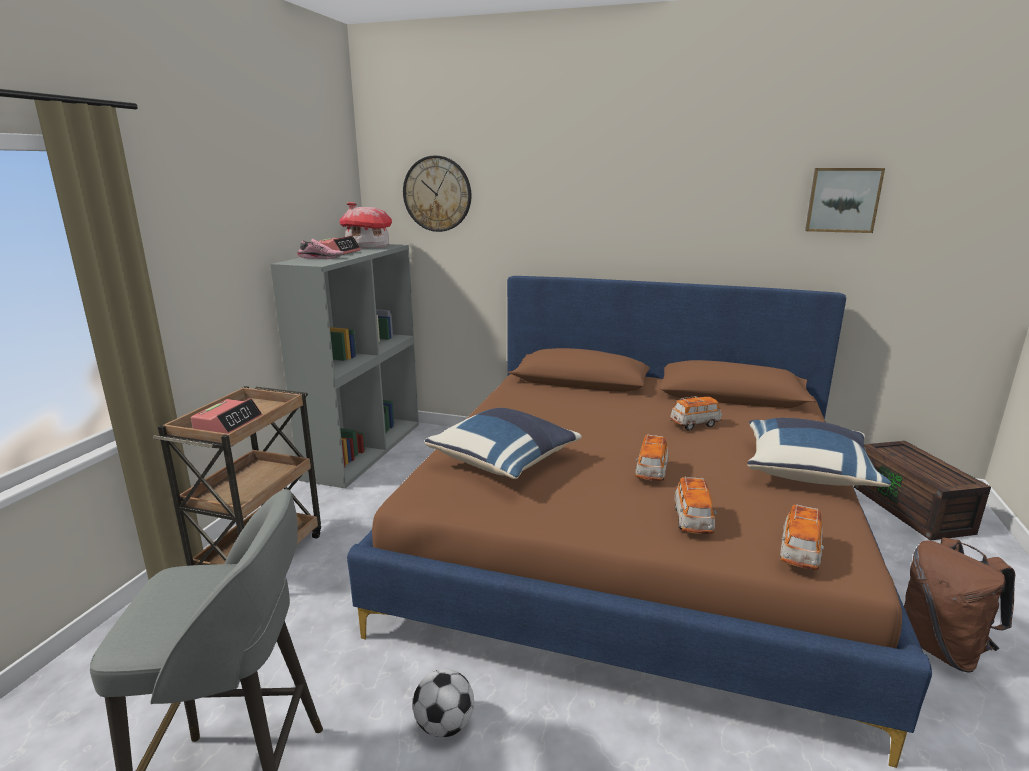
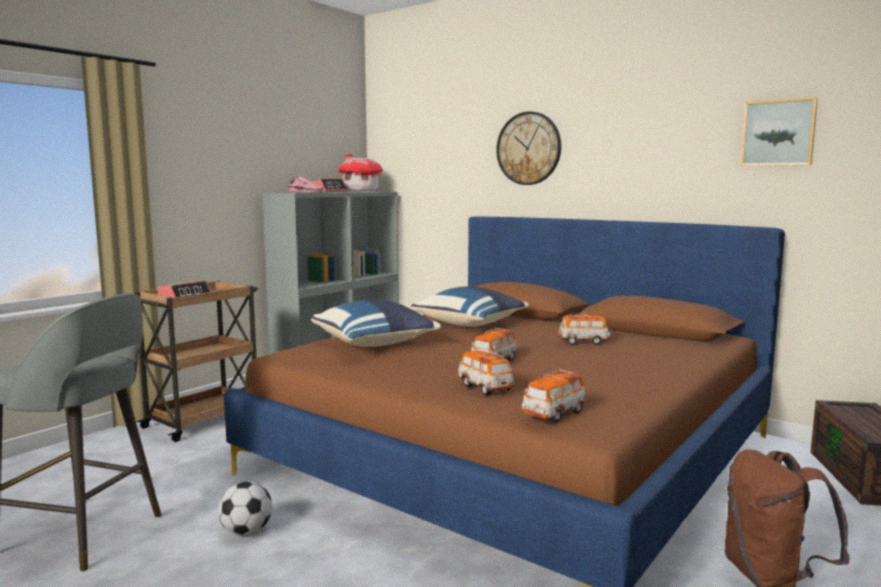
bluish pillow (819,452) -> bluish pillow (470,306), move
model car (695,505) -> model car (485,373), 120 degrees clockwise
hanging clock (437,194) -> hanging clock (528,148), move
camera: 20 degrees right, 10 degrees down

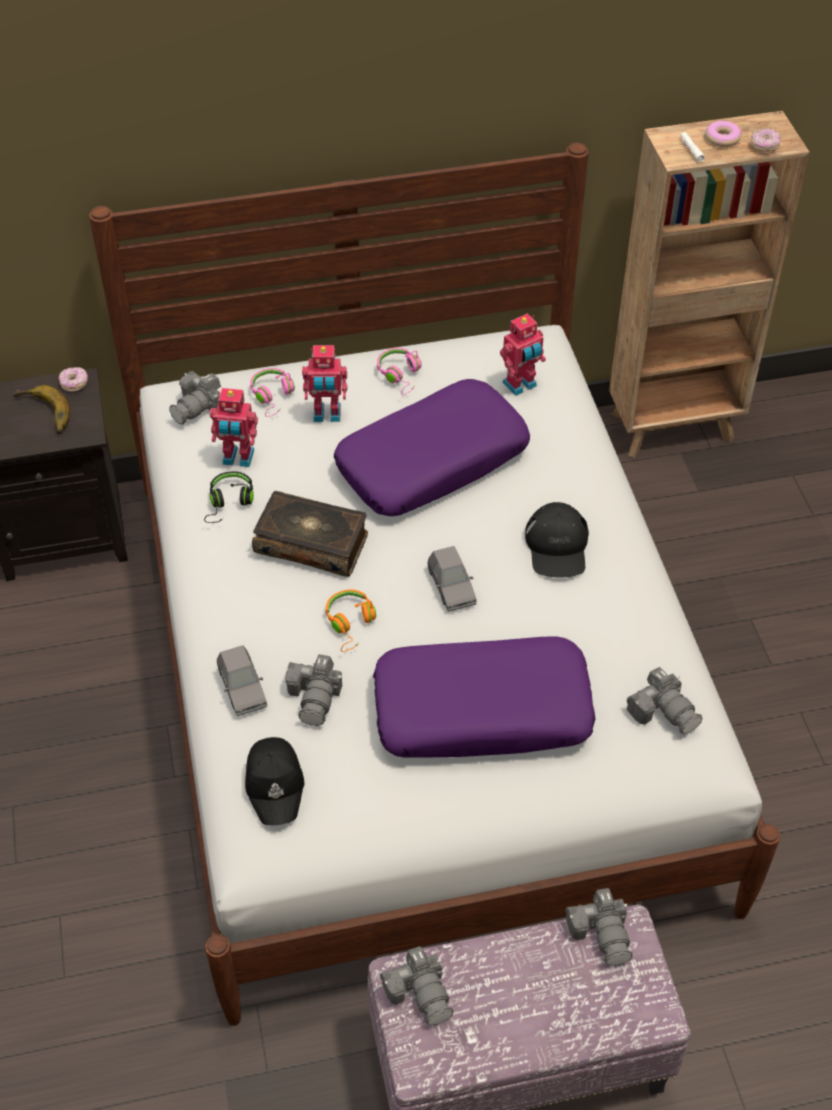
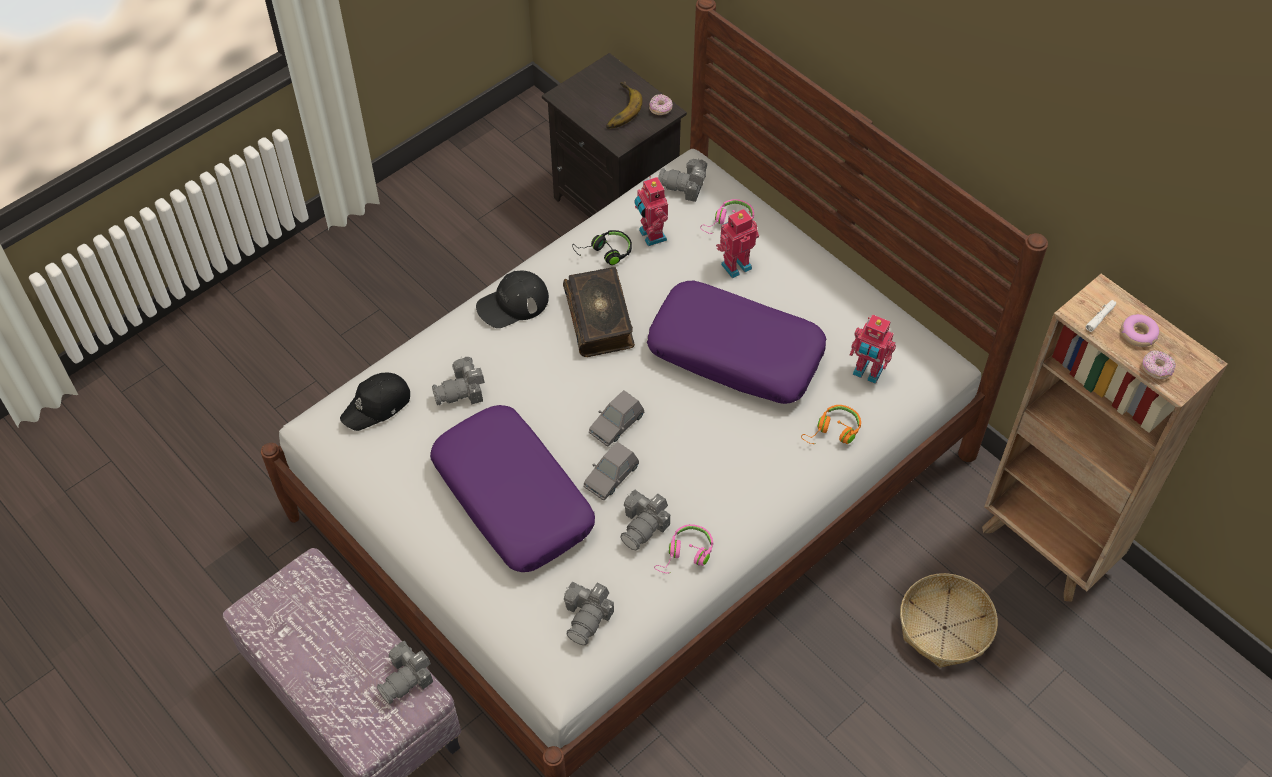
black-coloured cap (557,539) -> black-coloured cap (512,299), move
grey model car (242,680) -> grey model car (611,471), move
still camera (417,986) -> still camera (645,520), move
pink headset (399,371) -> pink headset (683,548), move
toy robot (324,383) -> toy robot (737,243), 90 degrees clockwise
orangey headset (351,620) -> orangey headset (831,424), move
none -> basket (949,620)
camera: 60 degrees right, 5 degrees up

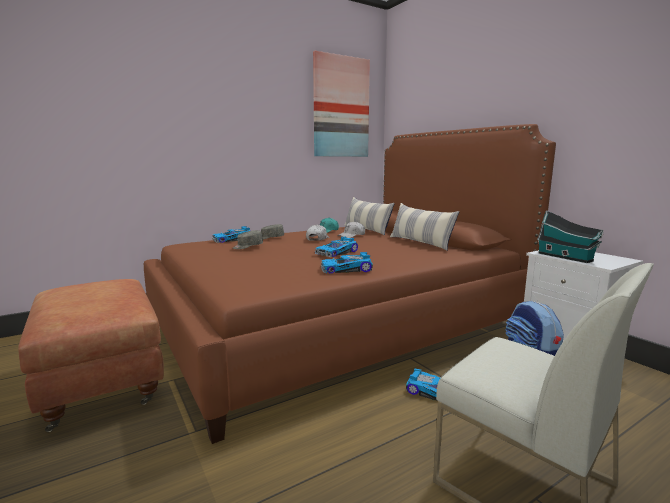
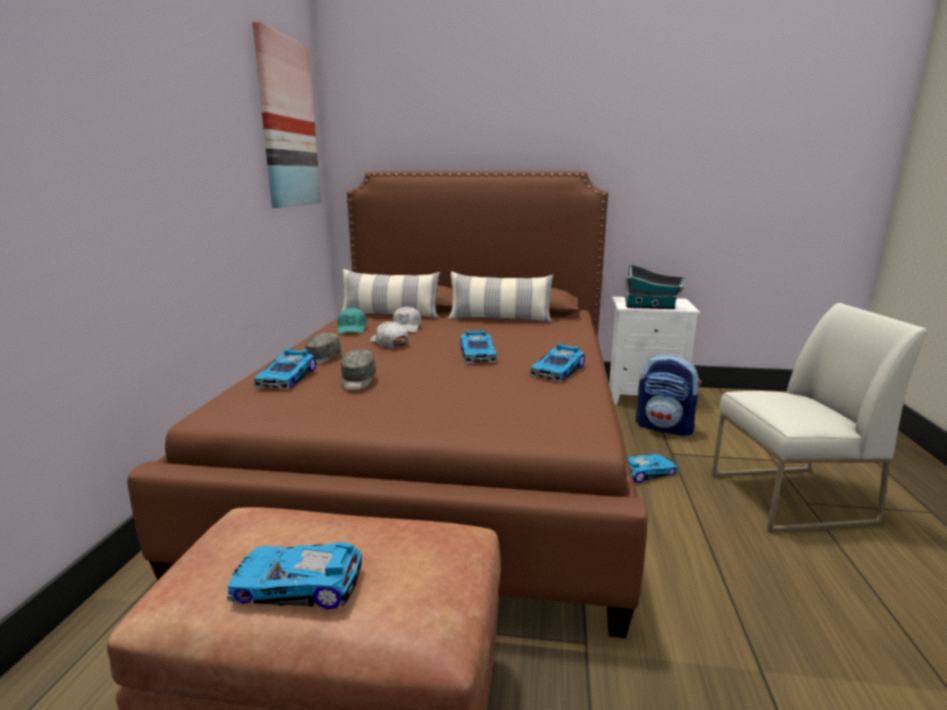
none -> model car (294,576)
camera: 50 degrees left, 5 degrees up

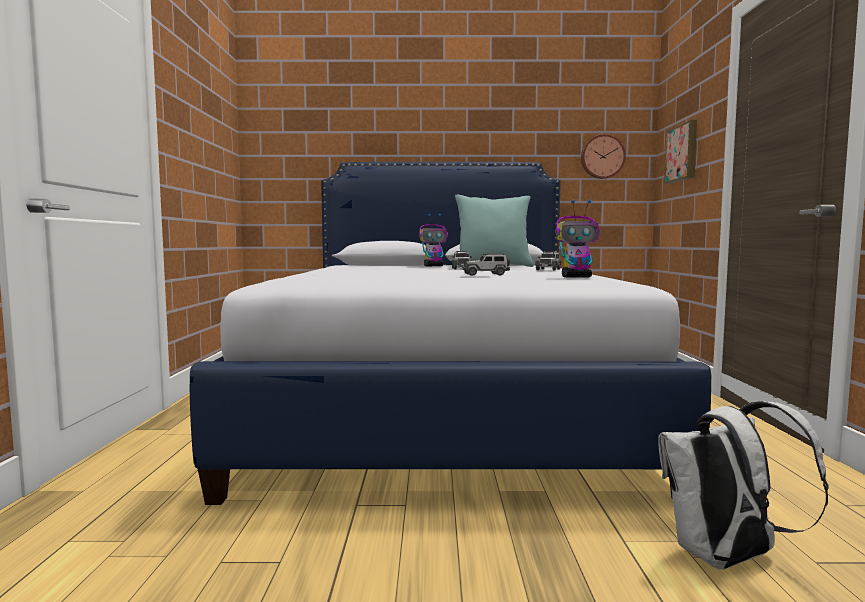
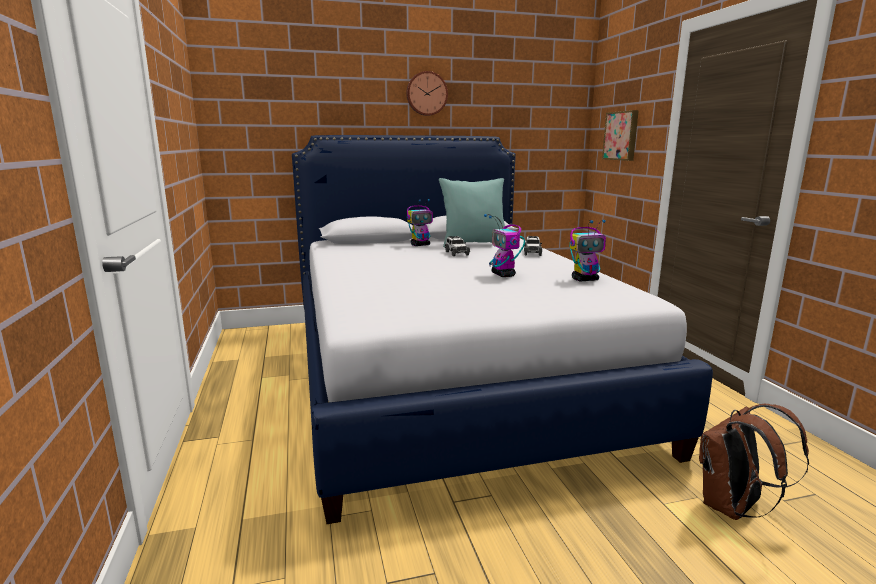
hanging clock (603,156) -> hanging clock (427,93), move
model car (486,264) -> toy robot (504,245)
white-coloured rucksack (743,485) -> brownish rucksack (754,462)
camera: 15 degrees left, 10 degrees up

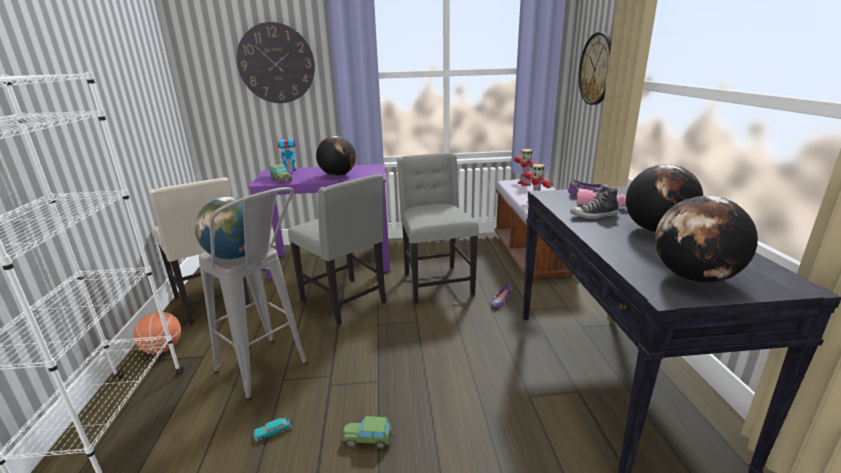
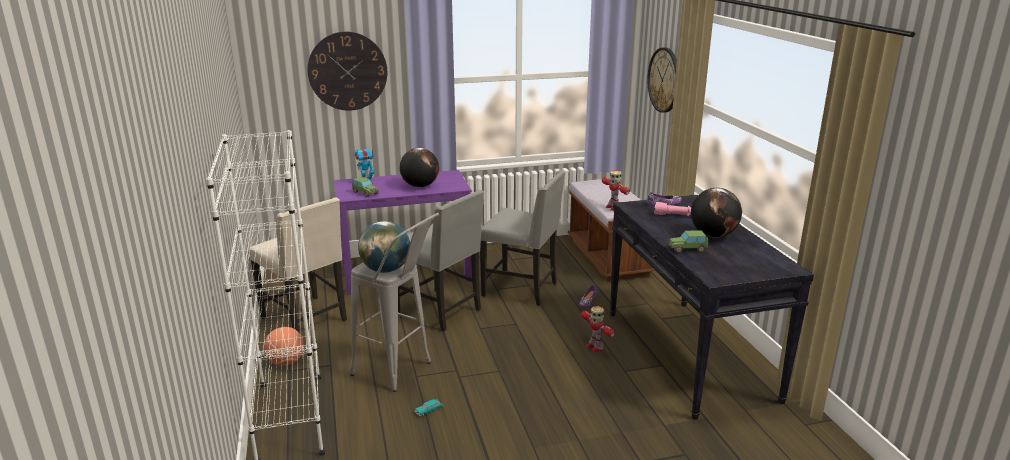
grey chair (438,228) -> grey chair (522,238), 135 degrees clockwise
toy robot (526,167) -> toy robot (598,329), move
model car (367,432) -> model car (688,241), move
item of footwear (594,202) -> none
world globe (706,239) -> none
camera: 10 degrees left, 0 degrees up

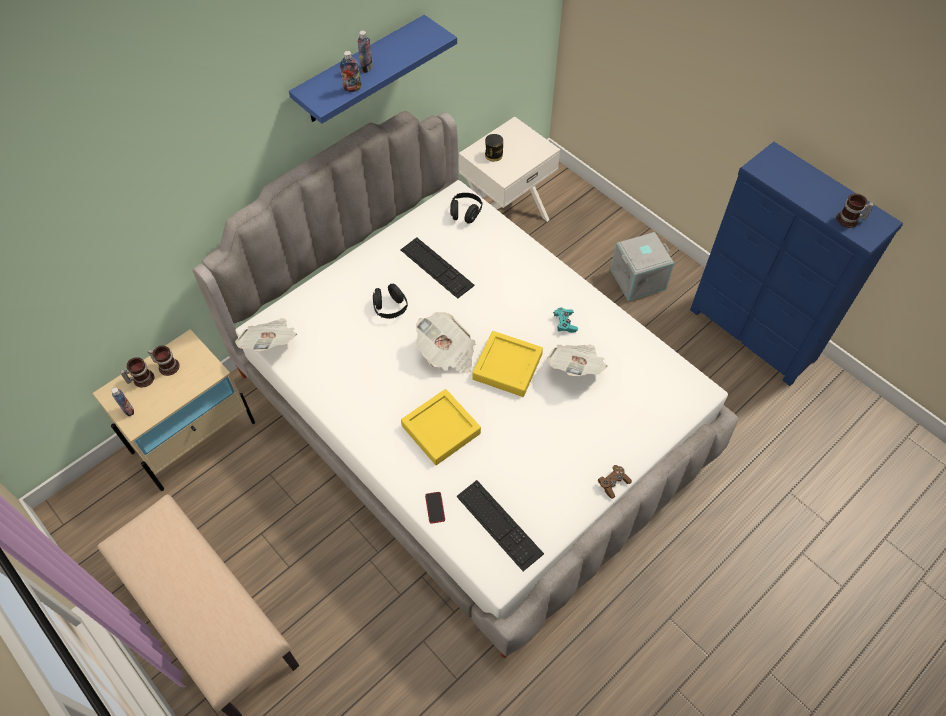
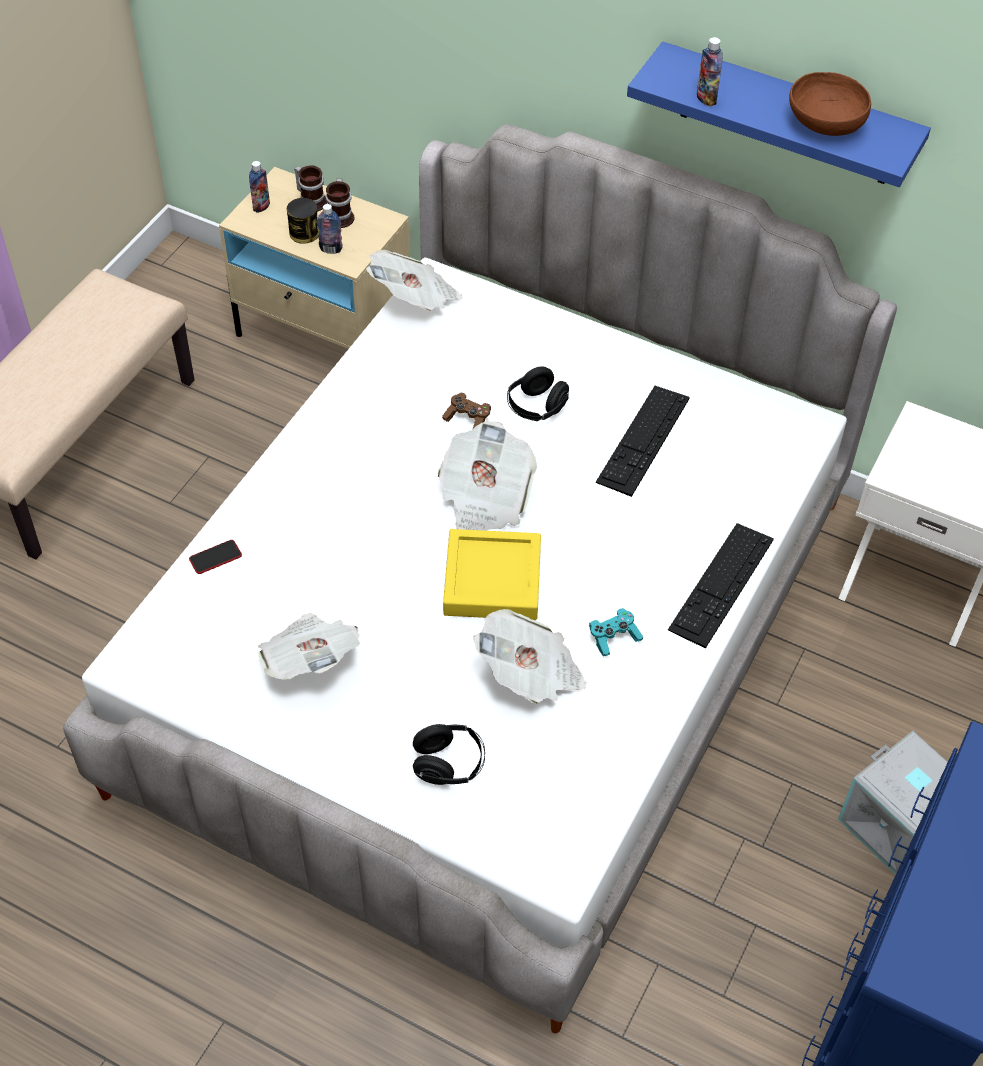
none -> daily paper (309,646)
metal can (494,147) -> metal can (303,221), move
drink bottle (365,51) -> drink bottle (330,229), move
black-coloured headset (466,208) -> black-coloured headset (449,754), move
brownish joypad (615,482) -> brownish joypad (466,410), move
keyboard (500,525) -> keyboard (721,586), move
none -> brownish deep dish (830,104)
yellow-coloured carrying tray (441,427) -> none
tea mug (855,210) -> none
camera: 70 degrees right, 5 degrees down

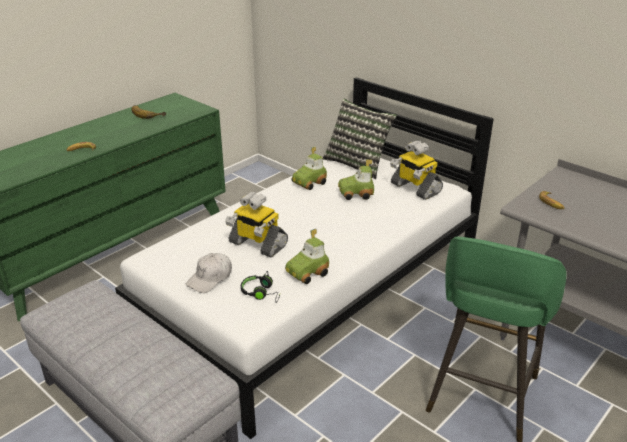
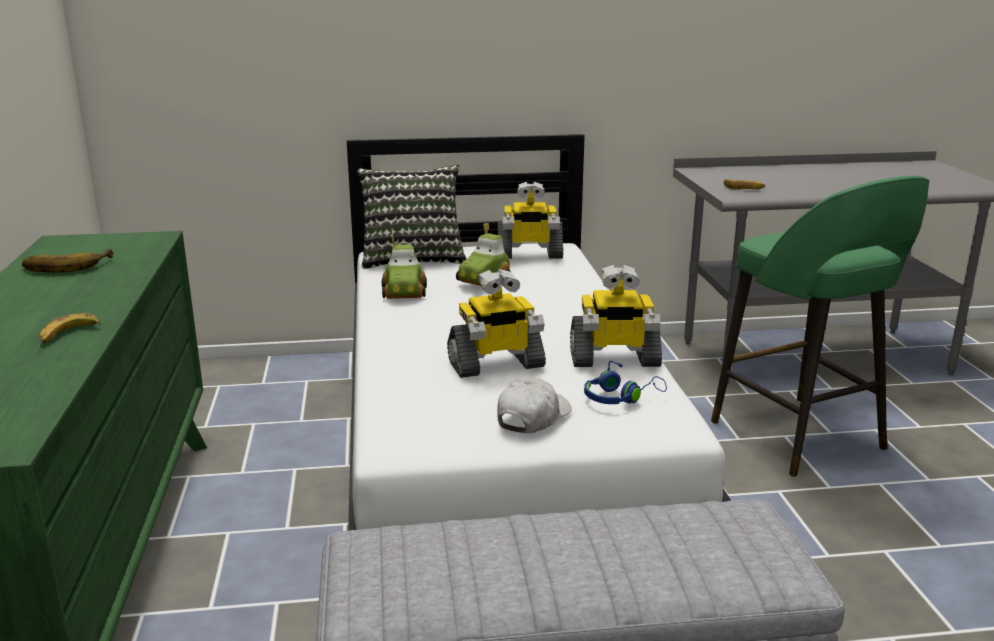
white-coloured cap (209,273) -> white-coloured cap (534,406), 135 degrees counterclockwise
model car (307,256) -> toy robot (616,316)
black-coloured headset (260,287) -> bluish headset (625,382)
camera: 50 degrees left, 10 degrees down

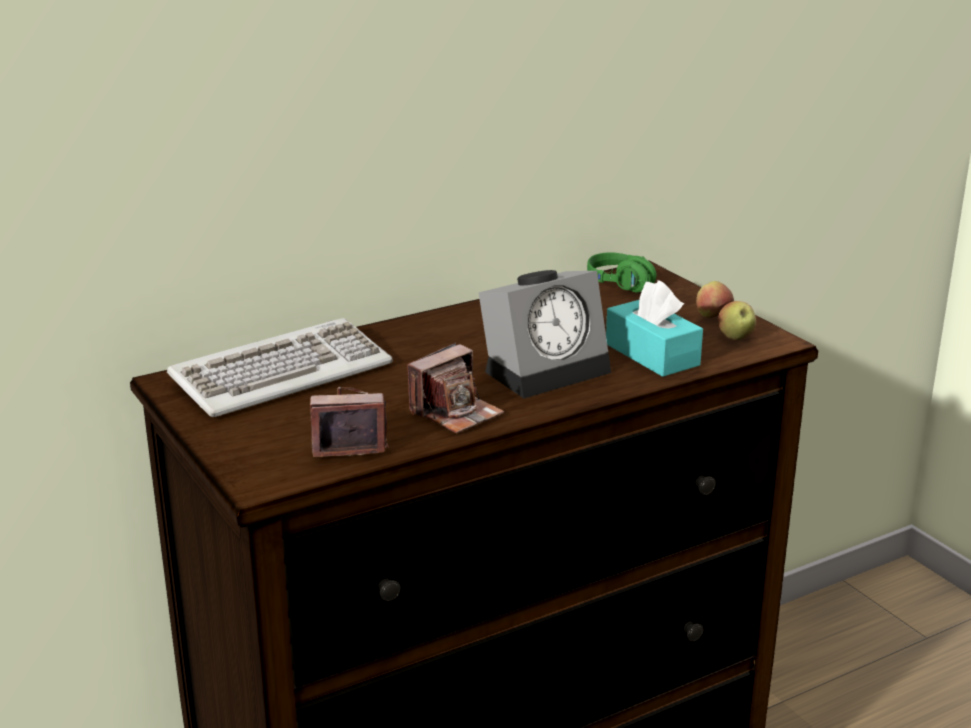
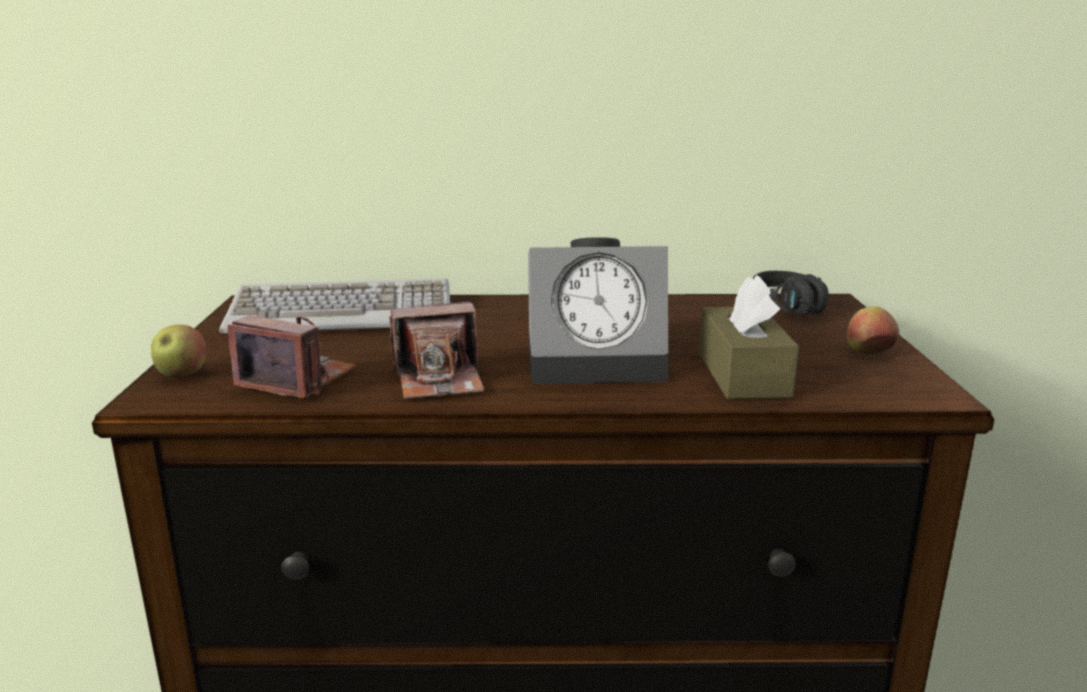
whole apple (737,321) -> whole apple (179,351), move
turquoise-coloured tissue holder (654,328) -> brownish tissue holder (749,337)
greenish headset (622,272) -> black-coloured headset (791,293)
camera: 30 degrees right, 5 degrees down

